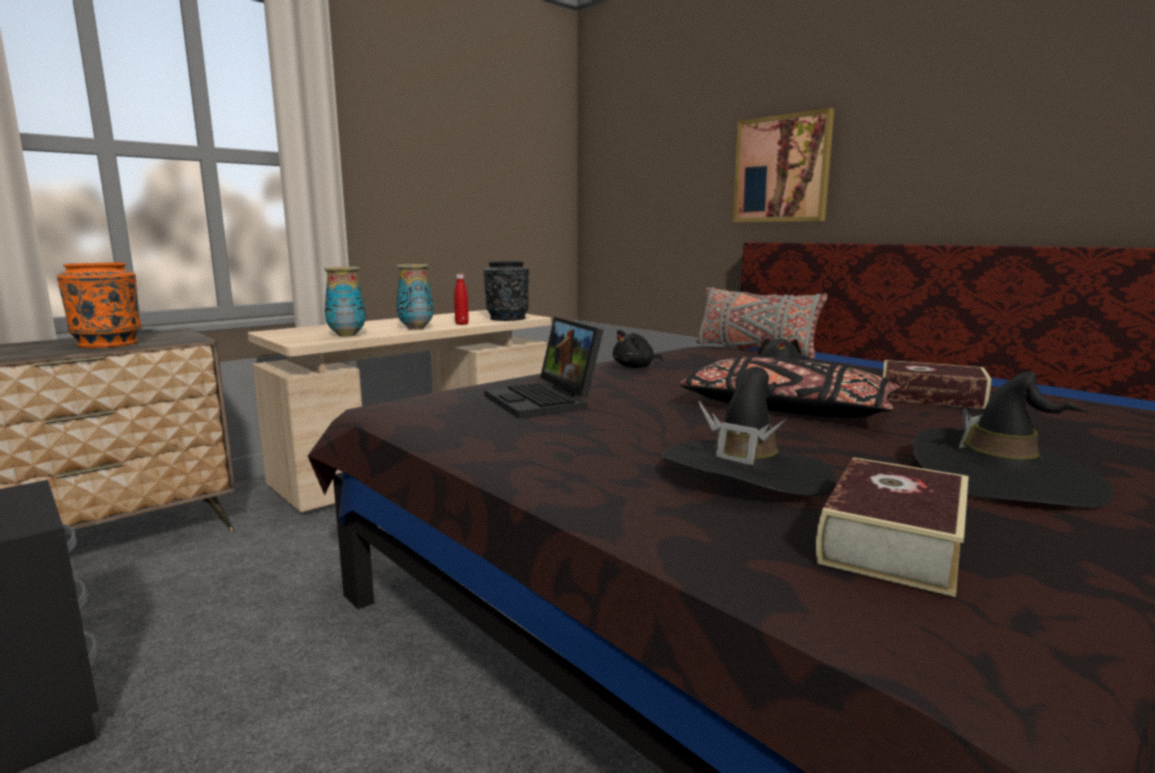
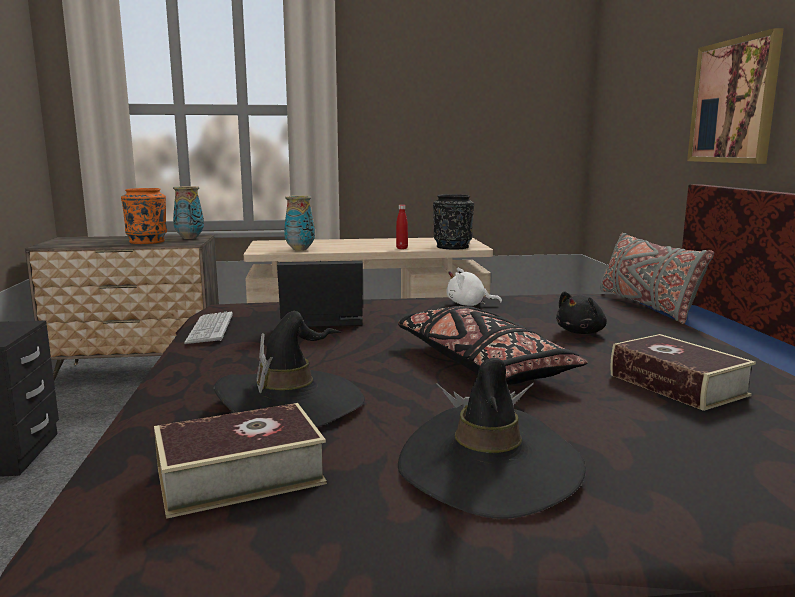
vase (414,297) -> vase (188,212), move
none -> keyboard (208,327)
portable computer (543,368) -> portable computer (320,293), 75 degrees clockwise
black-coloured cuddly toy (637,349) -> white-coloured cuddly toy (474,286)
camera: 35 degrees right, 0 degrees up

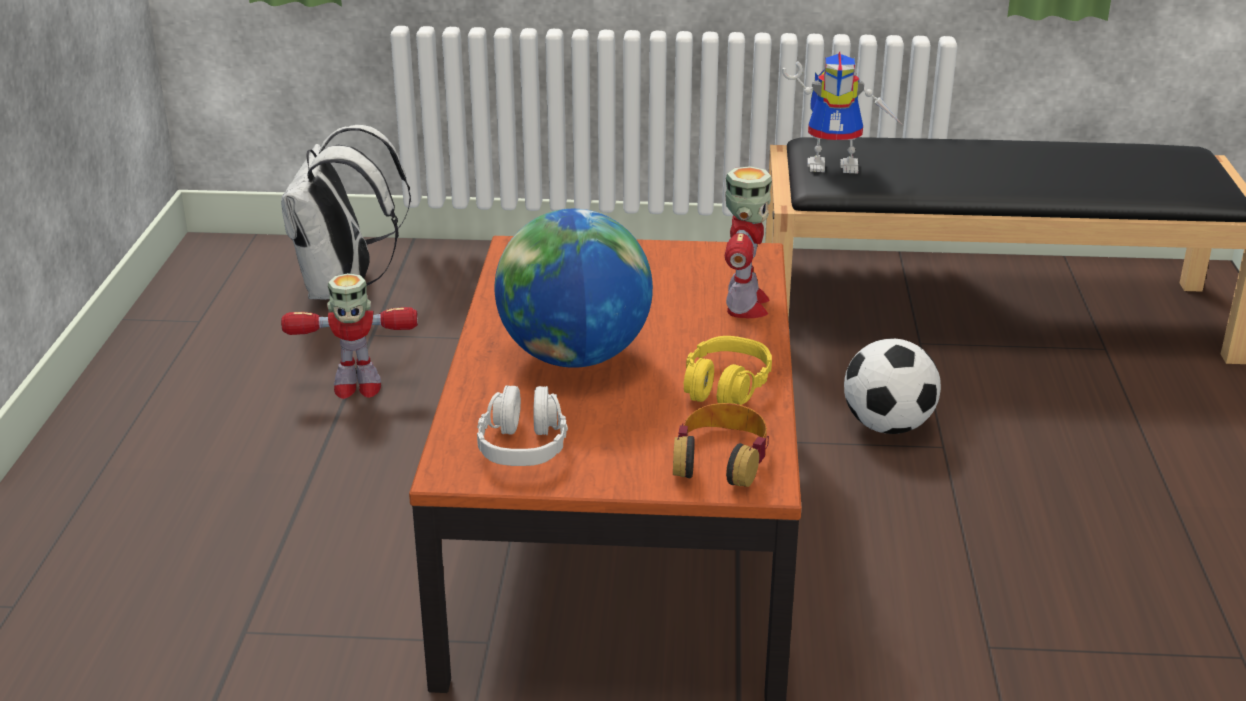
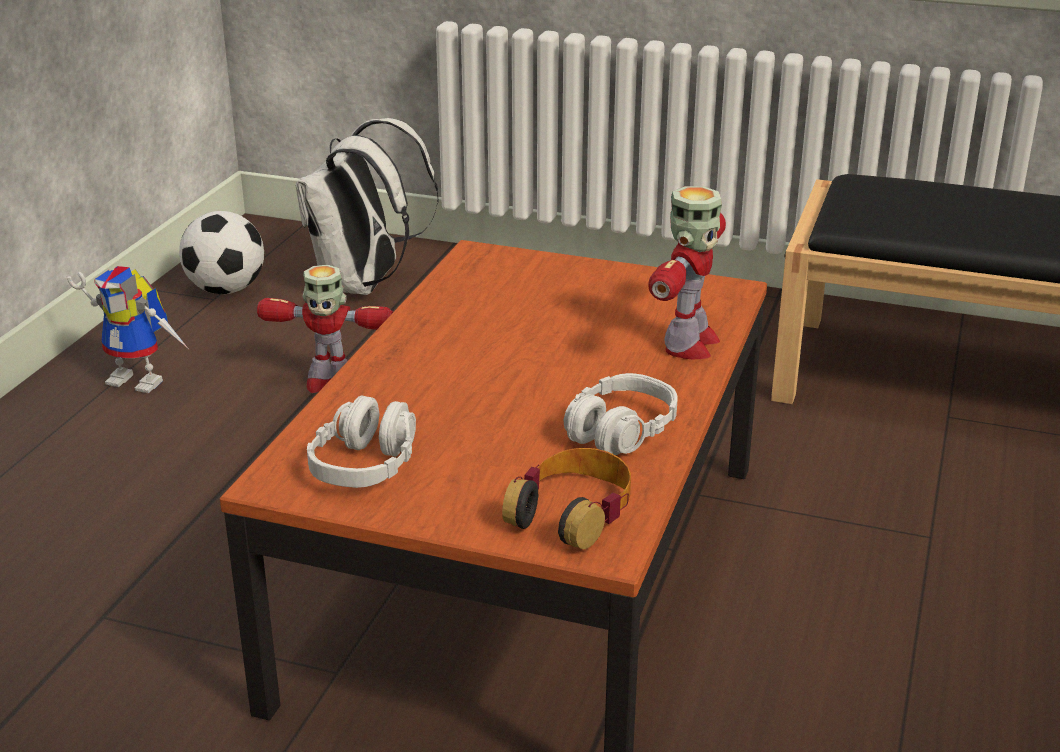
toy robot (841,112) -> toy robot (127,329), move
football (892,386) -> football (221,252), move
yellow-coloured headset (728,370) -> grey headset (620,414)
world globe (573,288) -> none
camera: 15 degrees right, 0 degrees up

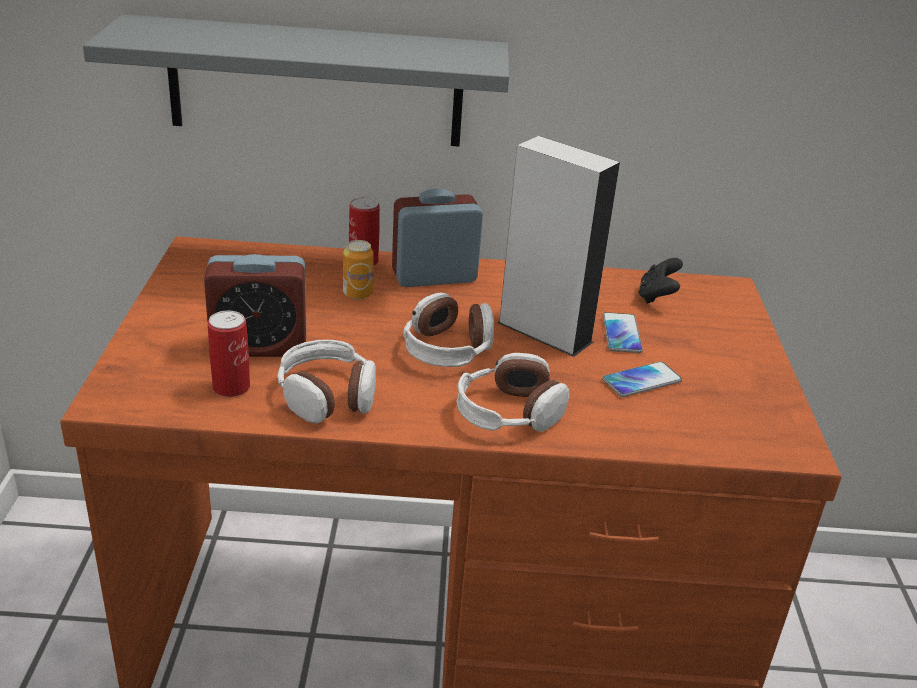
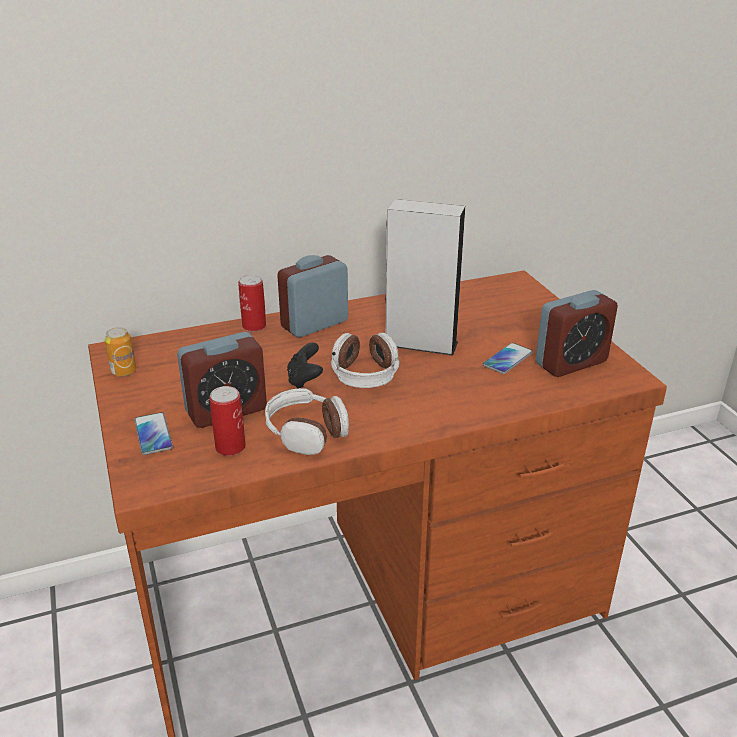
metal can (358,270) -> metal can (120,352), move
handset (623,332) -> handset (153,433), move
black-coloured joypad (660,281) -> black-coloured joypad (305,365), move
none -> table clock (576,333)
grey shelf (296,80) -> none
headset (513,392) -> none
camera: 20 degrees left, 0 degrees up

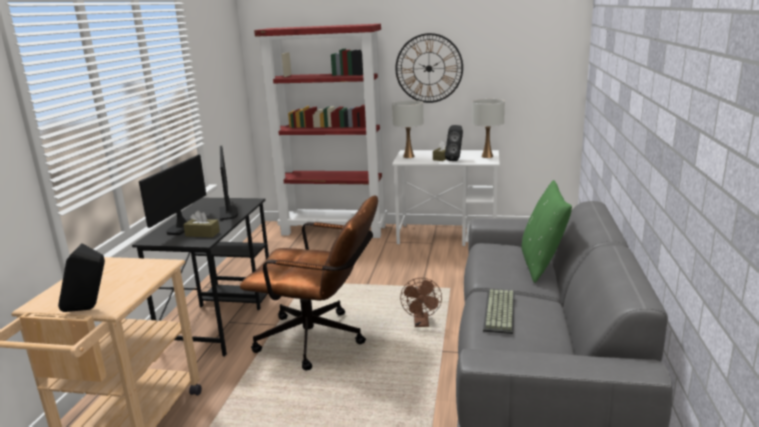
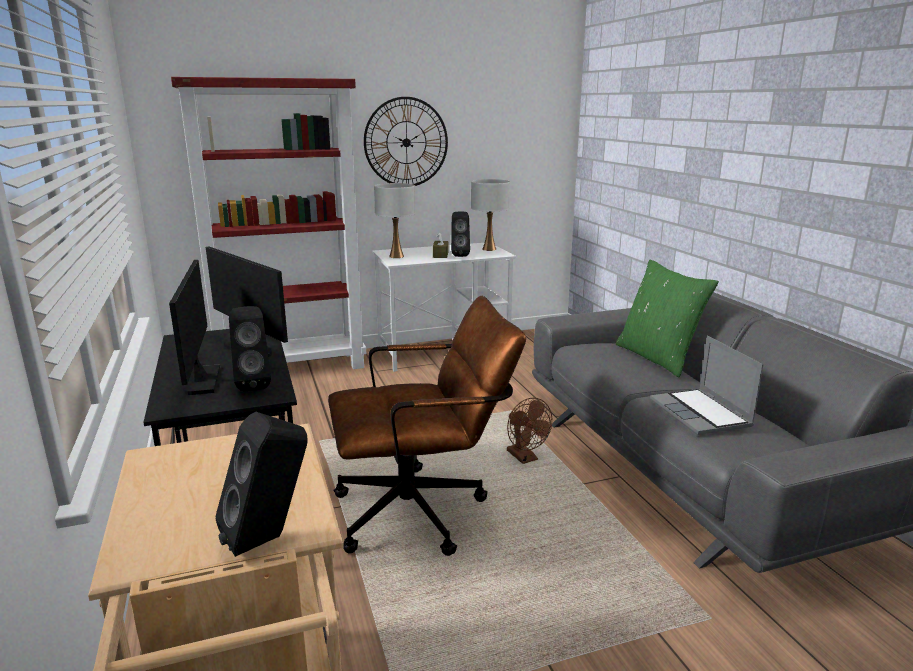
brownish tissue holder (201,224) -> black-coloured loudspeaker (250,349)
keyboard (498,311) -> portable computer (706,385)
camera: 30 degrees left, 0 degrees up

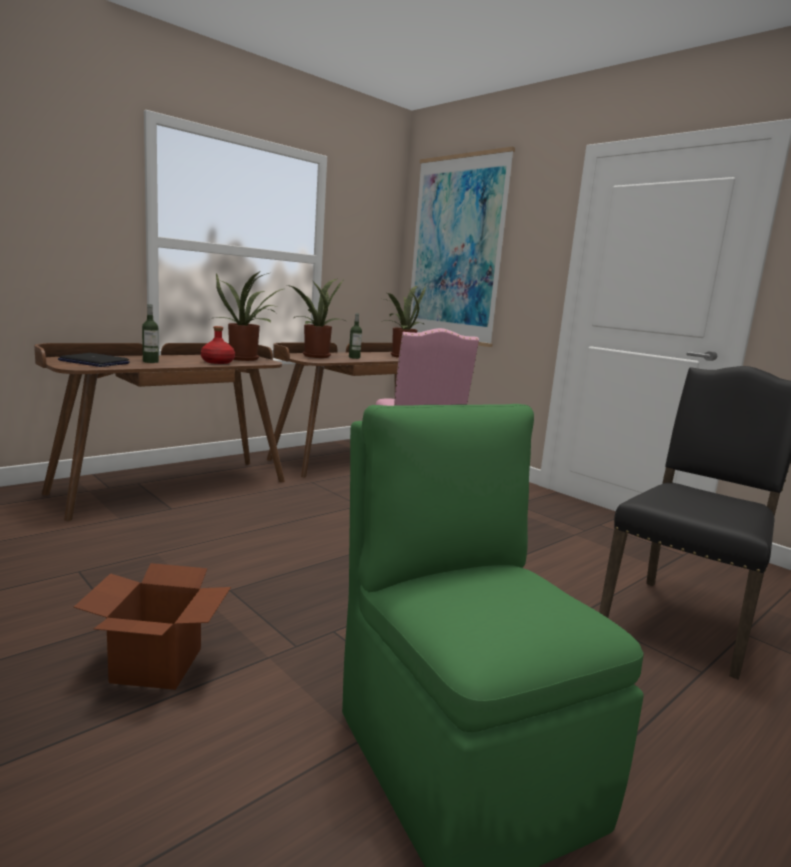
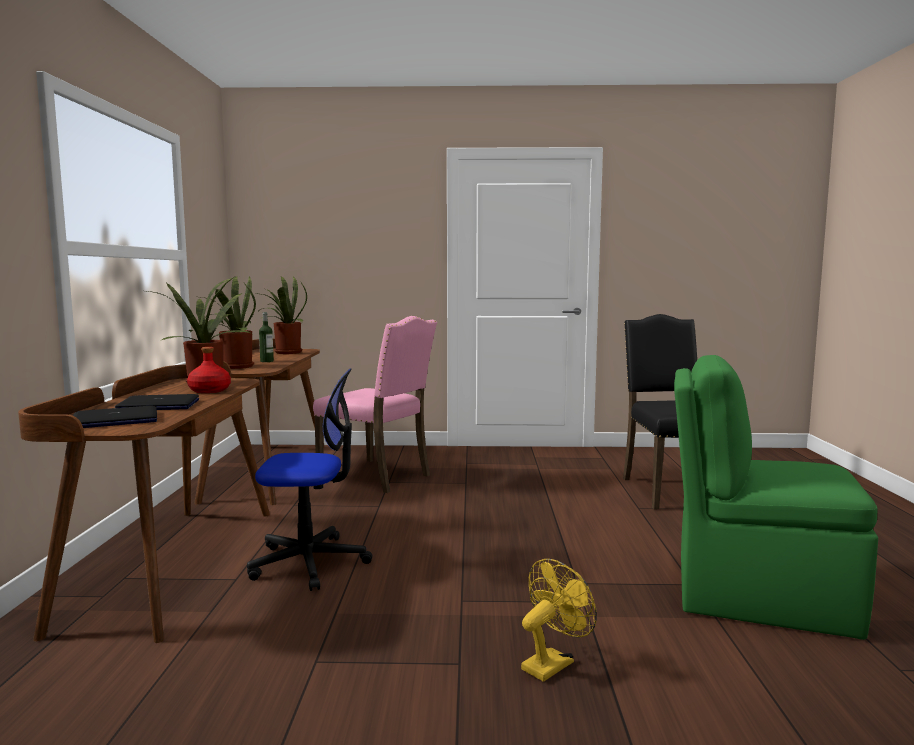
drink bottle (150,333) -> portable computer (157,402)
none -> office chair (309,479)
carton (152,626) -> yellow-coloured cooling fan (559,620)
wall art (462,247) -> none
camera: 45 degrees left, 5 degrees down

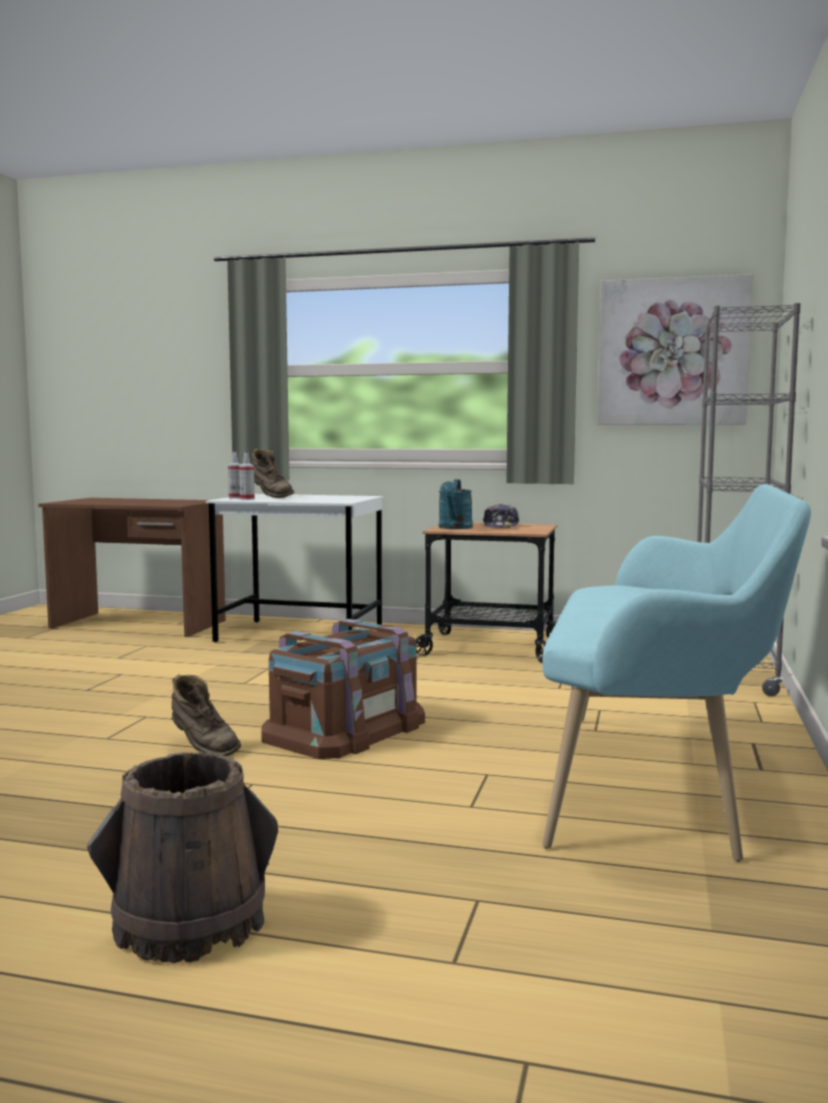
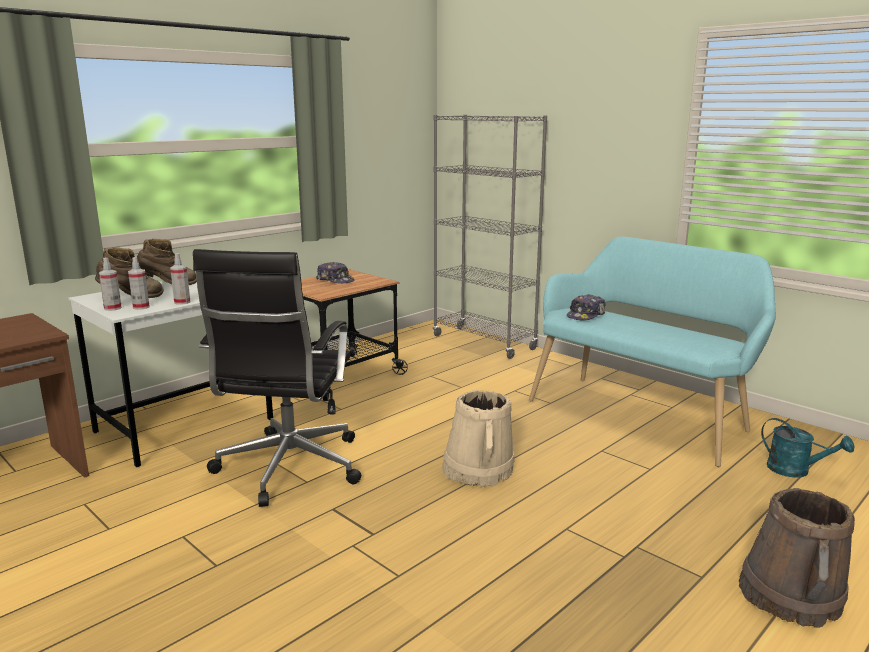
brownish boot (206,715) -> brownish boot (167,262), move
none -> spray bottle (180,279)
none -> black-coloured office chair (277,378)
brownish storage container (343,689) -> sand-coloured water bucket (478,438)
none -> cap (586,307)
turquoise-coloured sprinkling can (456,504) -> turquoise-coloured sprinkling can (807,448), move
wall art (675,349) -> none
camera: 60 degrees left, 10 degrees up

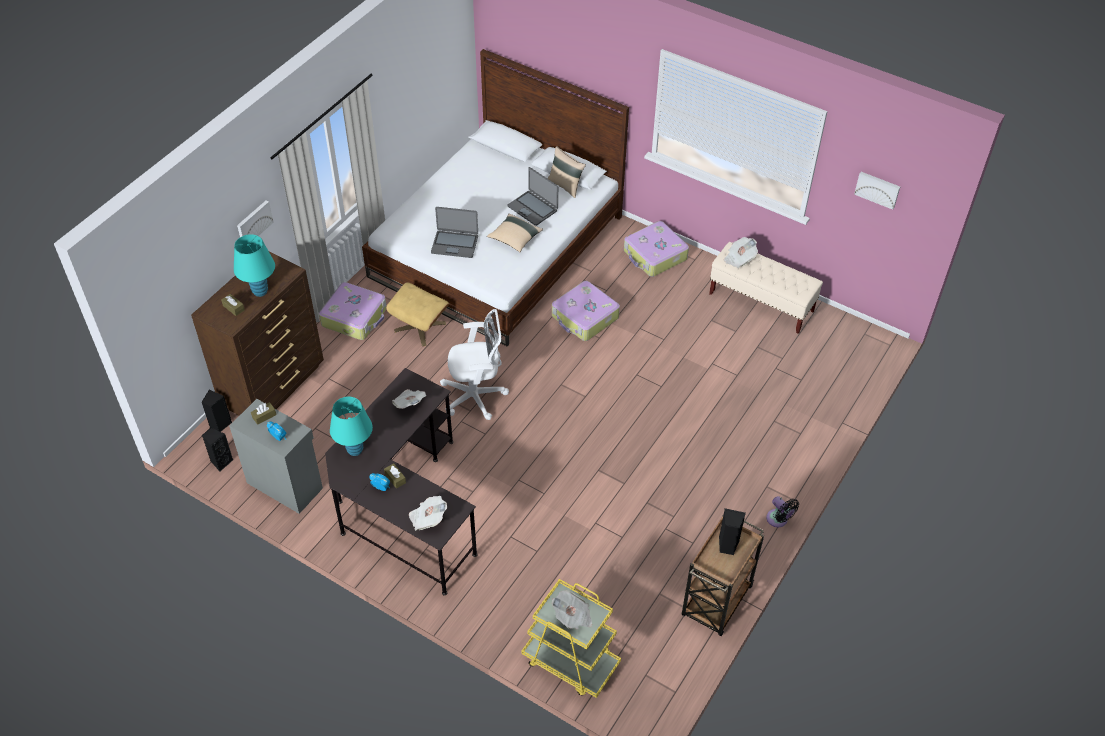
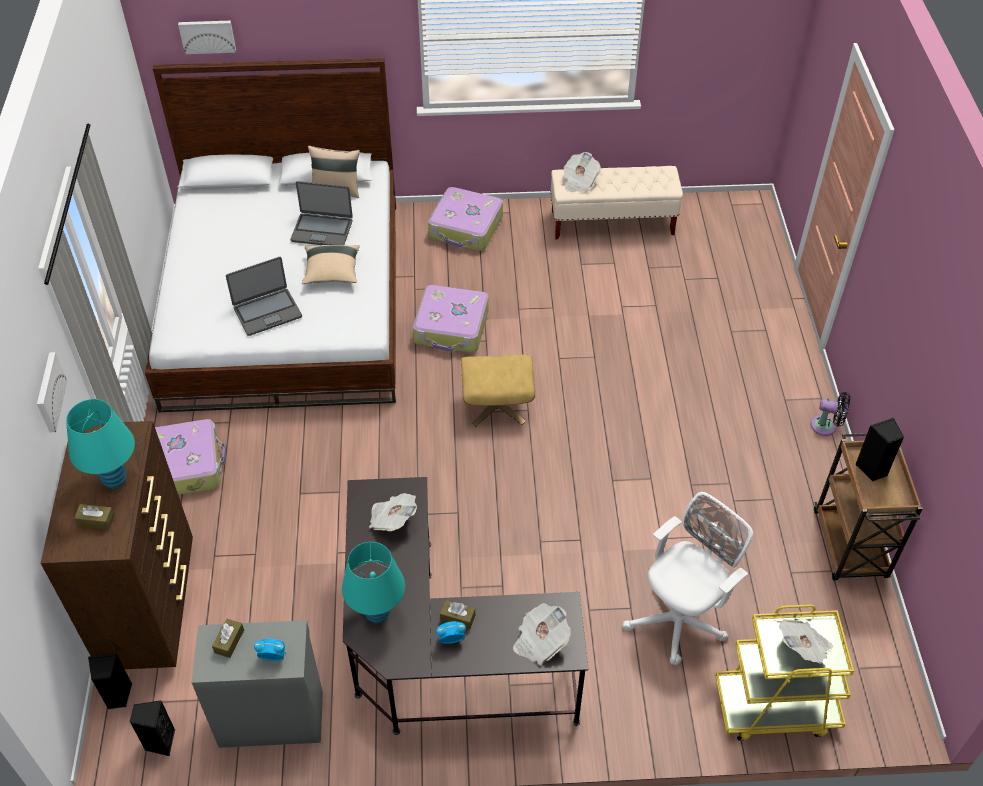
wall art (877,191) -> wall art (207,37), move
sand-coloured pouffe (417,314) -> sand-coloured pouffe (498,390), move
white-coloured office chair (474,364) -> white-coloured office chair (688,578), move
camera: 35 degrees left, 0 degrees up

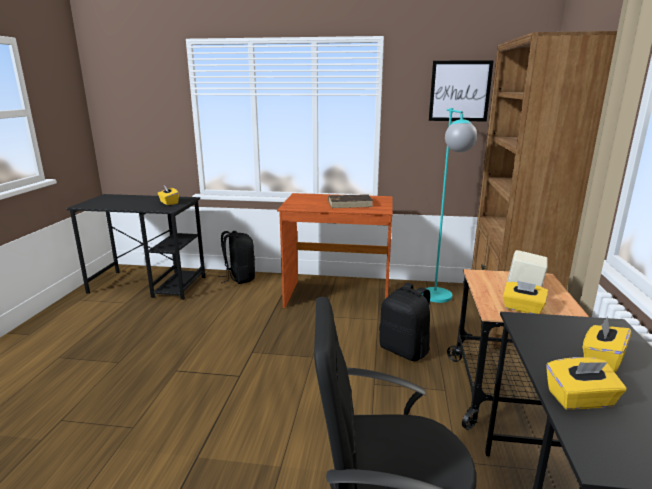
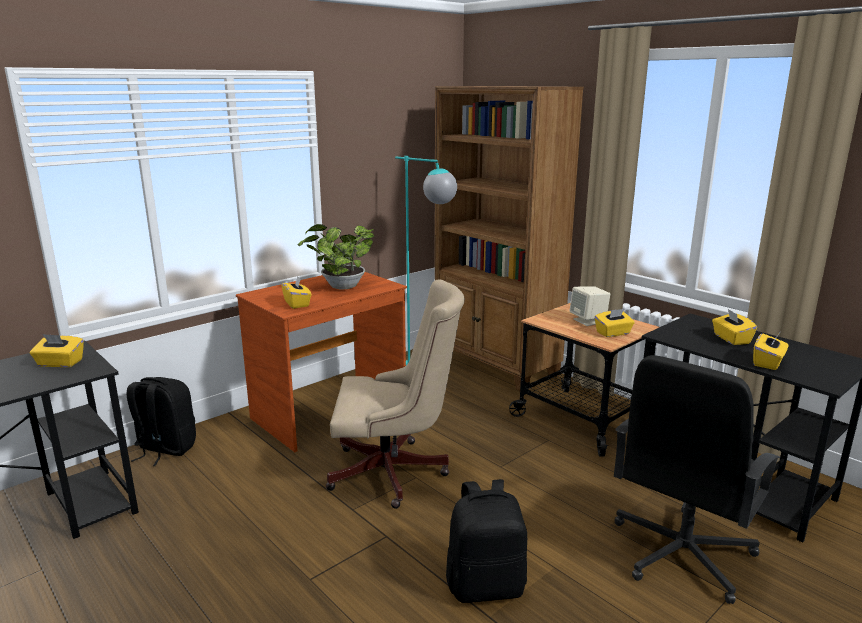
none -> yellow-coloured tissue holder (296,292)
brownish book (350,201) -> plant in a pot (336,256)
none -> sand-coloured office chair (395,394)
black-coloured rucksack (404,322) -> black-coloured rucksack (486,541), move
wall art (461,90) -> none
camera: 50 degrees left, 0 degrees up

